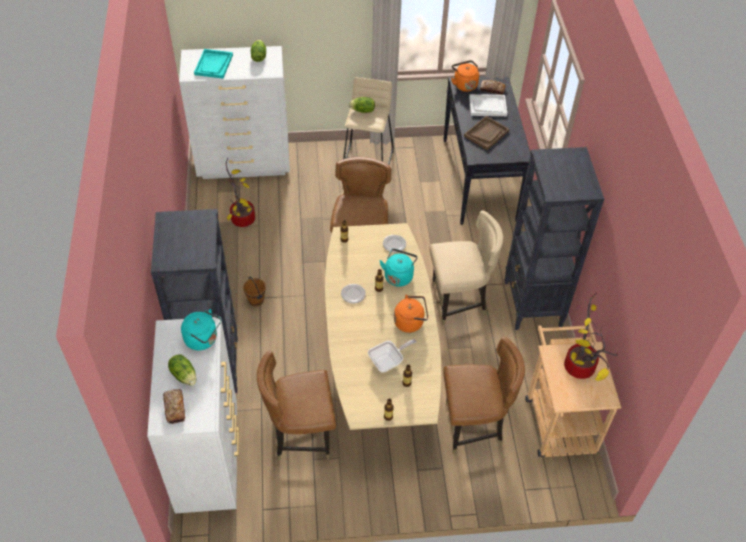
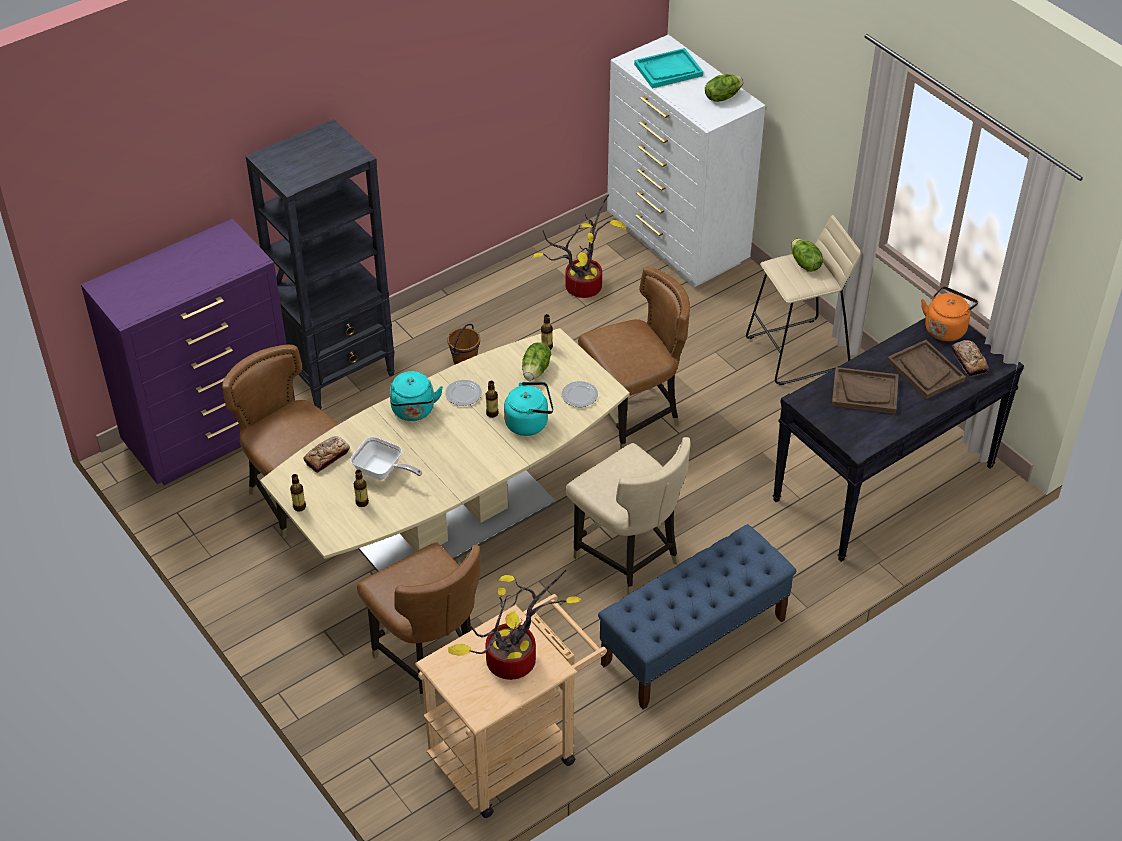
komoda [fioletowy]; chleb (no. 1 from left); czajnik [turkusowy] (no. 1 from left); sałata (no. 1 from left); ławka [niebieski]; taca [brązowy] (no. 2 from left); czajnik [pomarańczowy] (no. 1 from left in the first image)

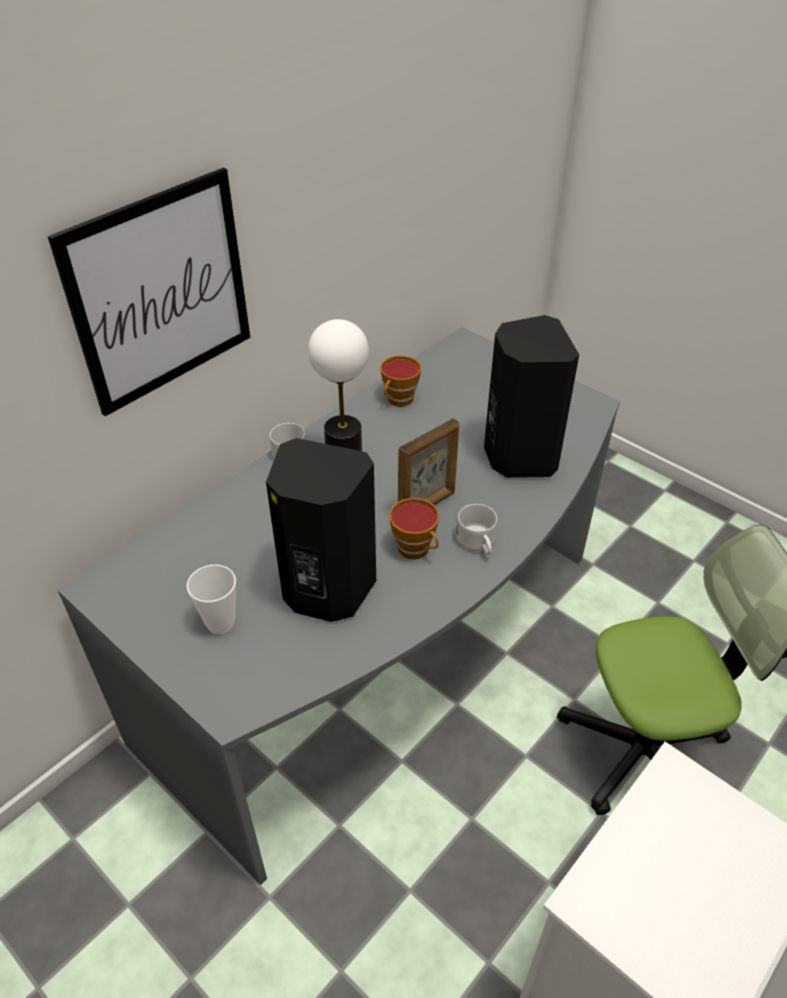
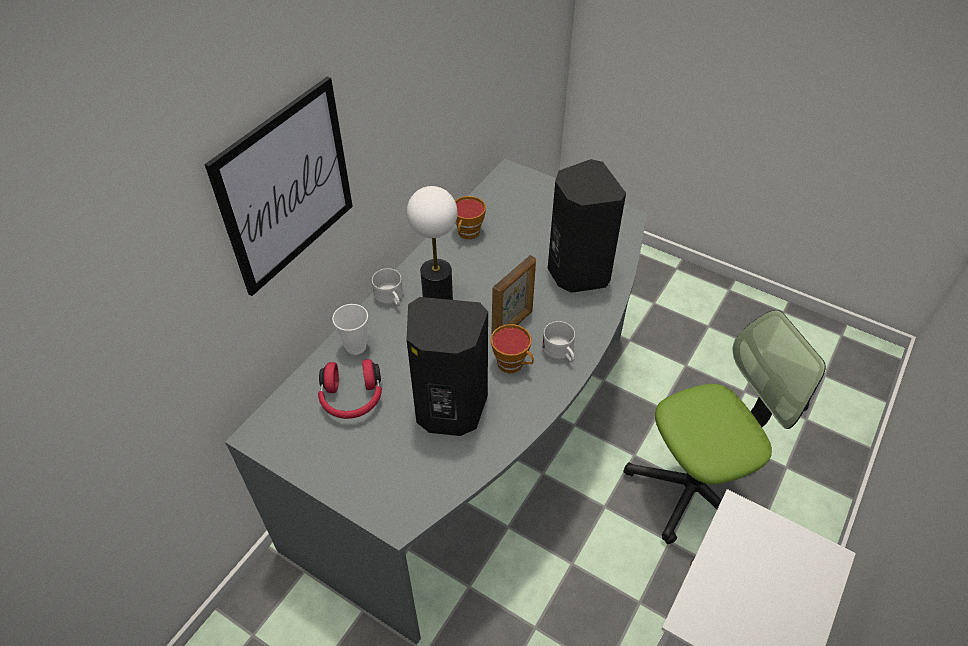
słuchawki [czerwony]; filiżanka (no. 1 from left)

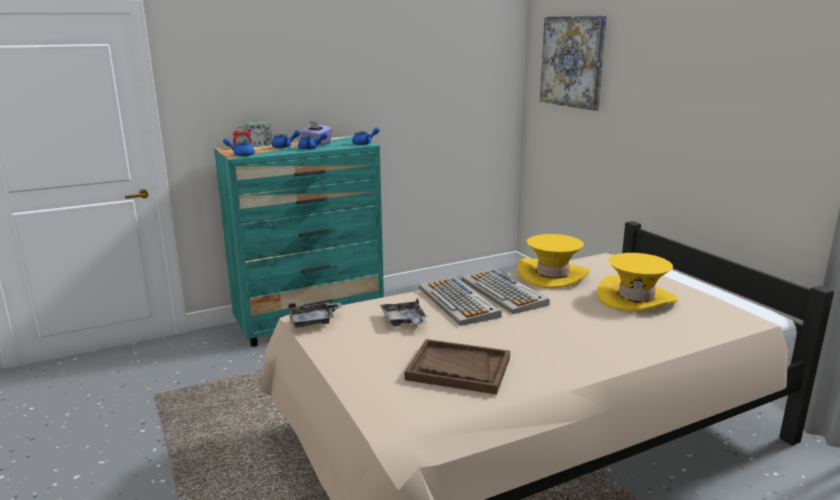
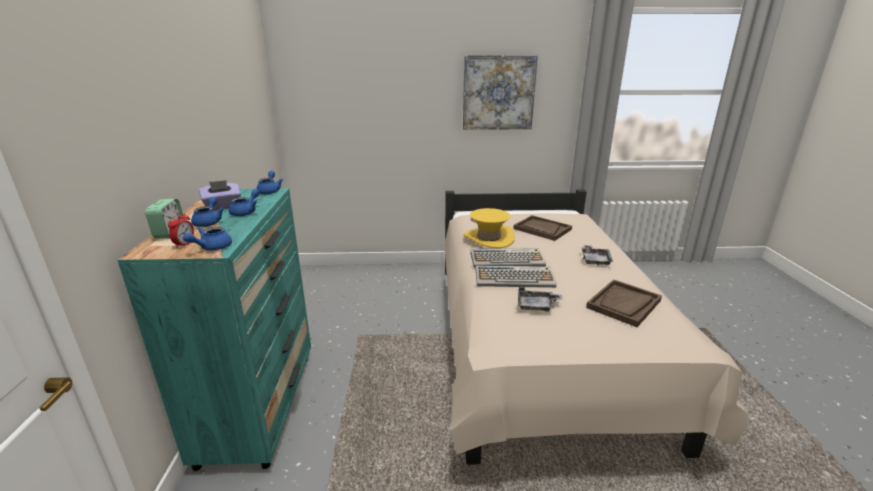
obraz; taca [brązowy] (no. 1 from left); taca [szary] (no. 2 from left)

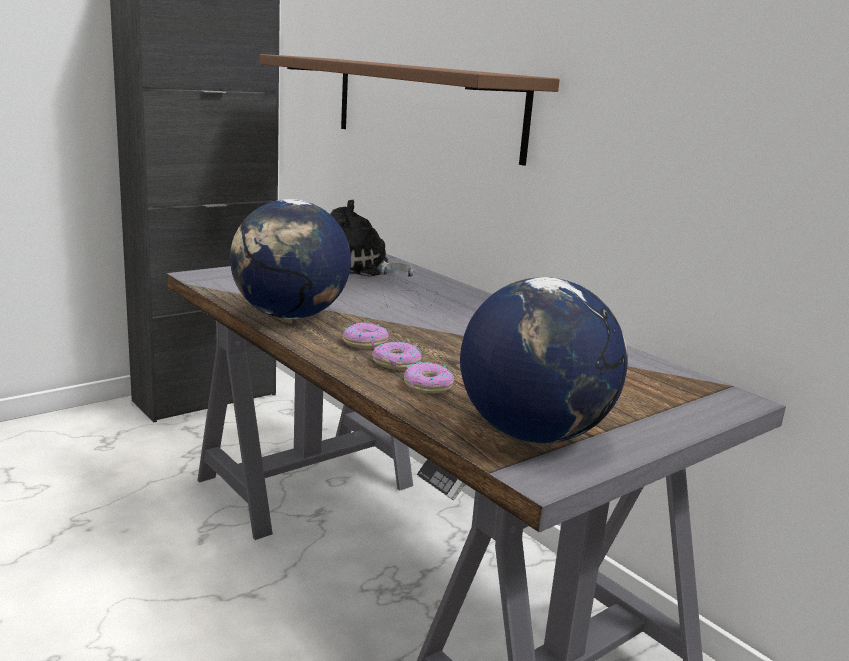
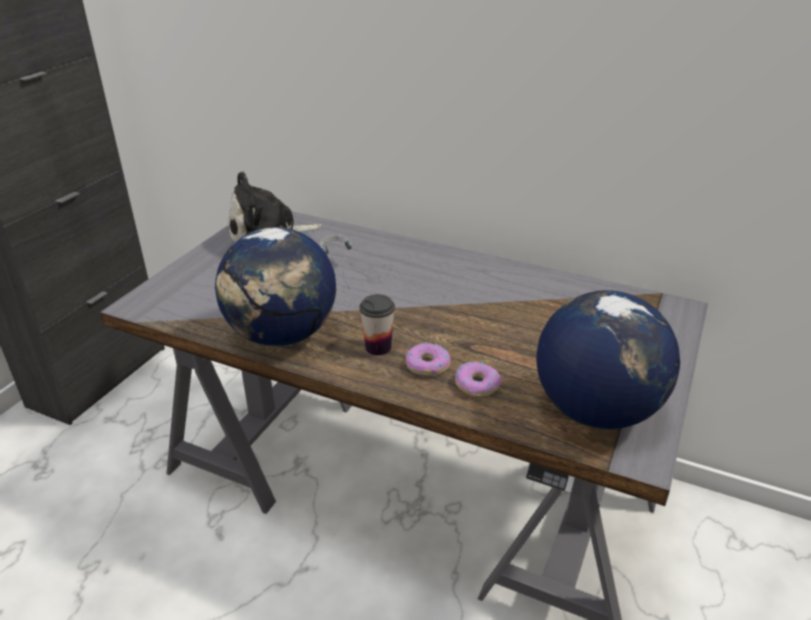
filiżanka; półka [brązowy]

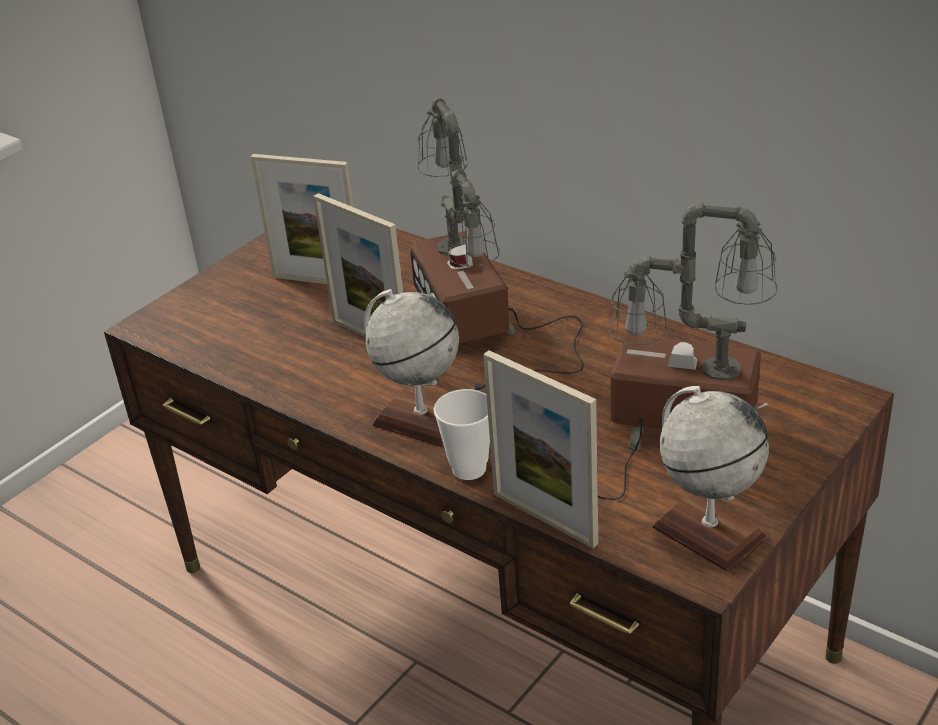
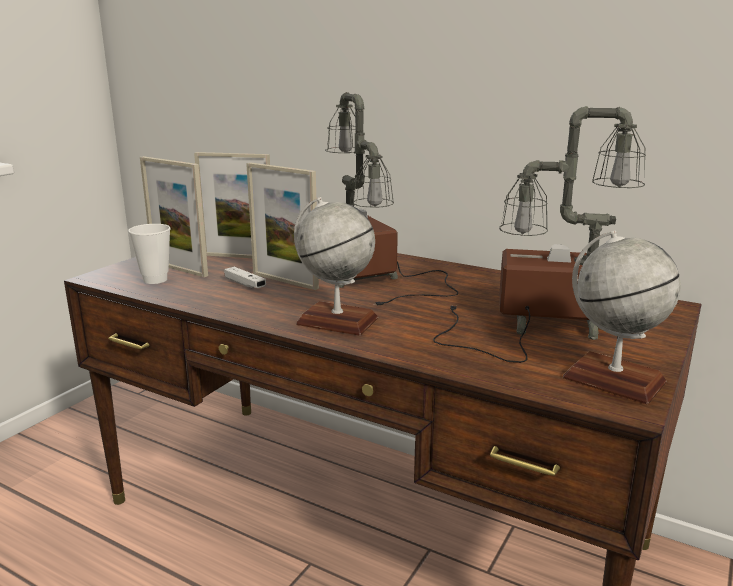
filiżanka; ramka na zdjęcie (no. 1 from left); pad do gier [biały]

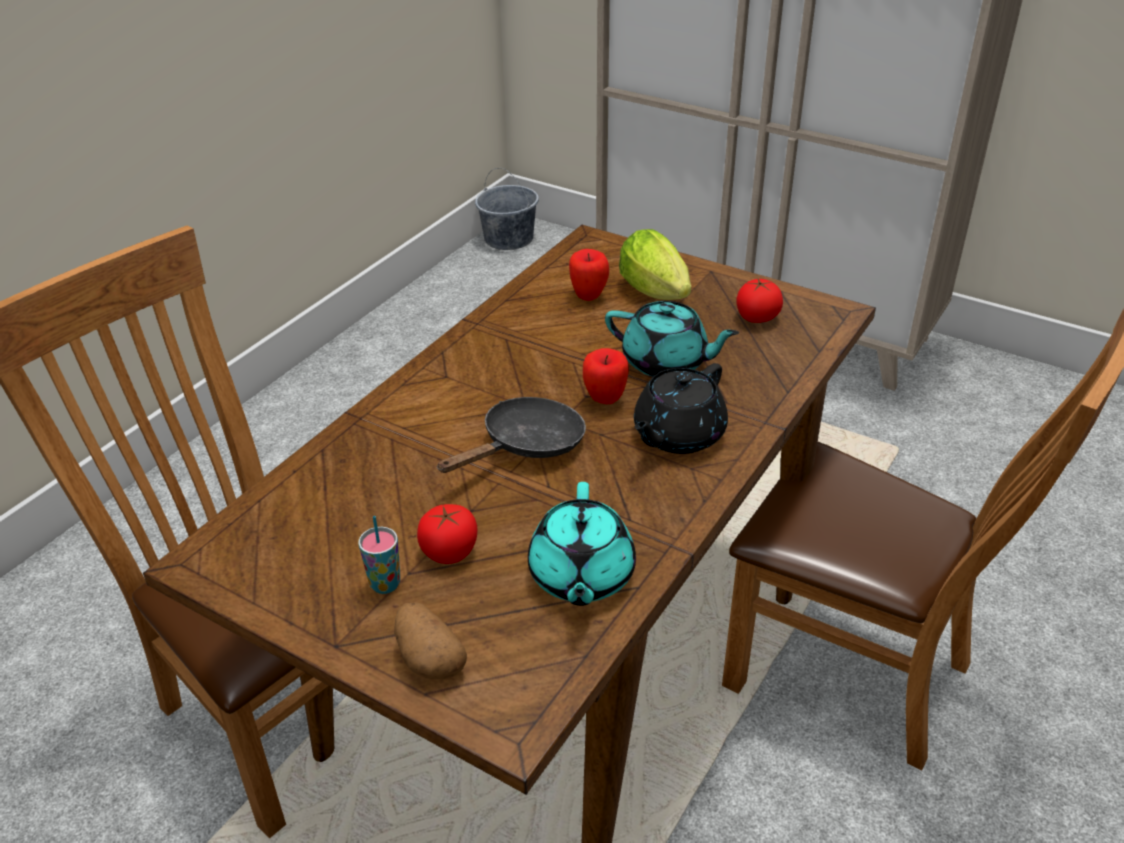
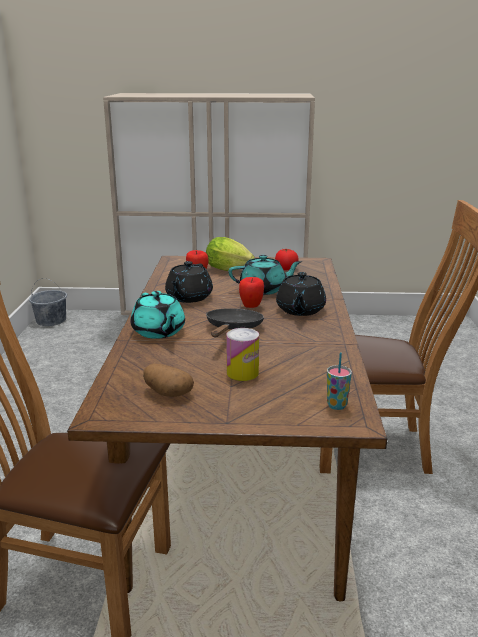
imbryk [turkusowy] (no. 1 from left); ziemniak; imbryk [czarny] (no. 1 from left); puszka; filiżanka

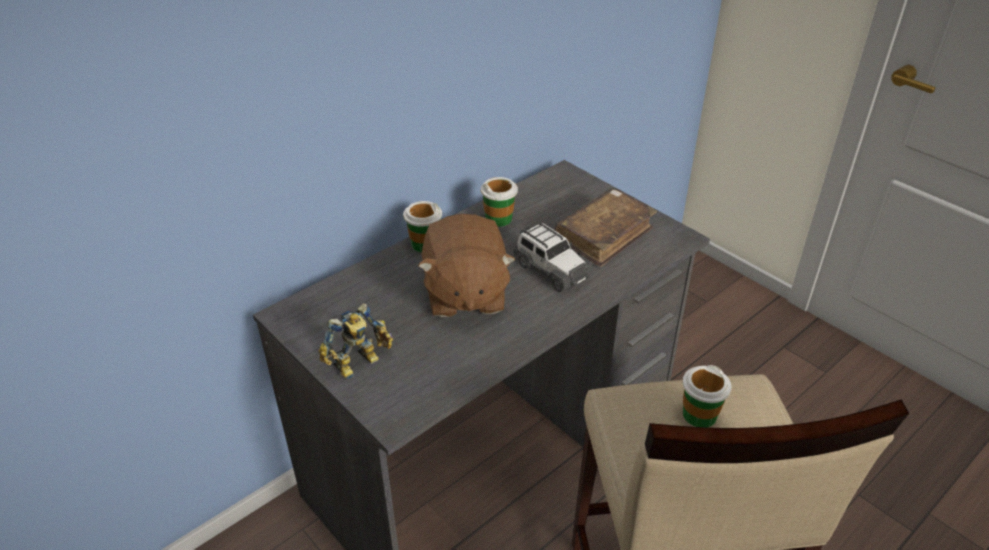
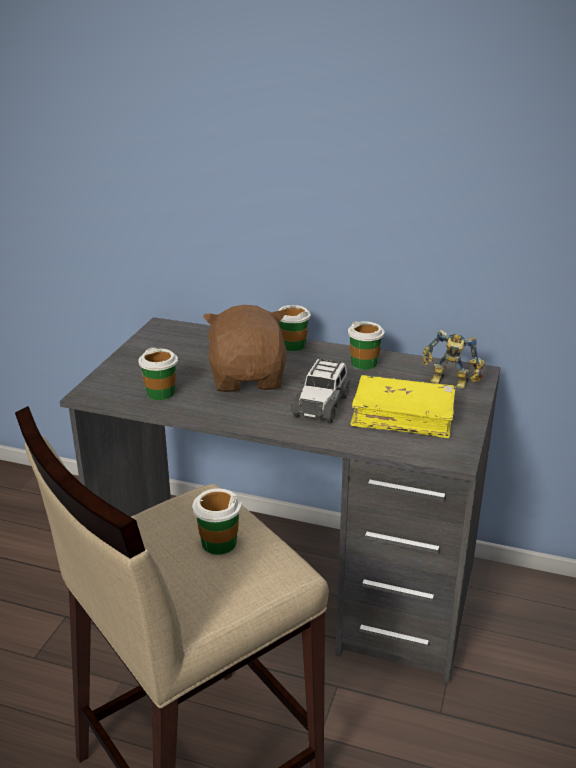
filiżanka (no. 1 from left); pluszak [brązowy]; książka [żółty]; robot zabawkowy

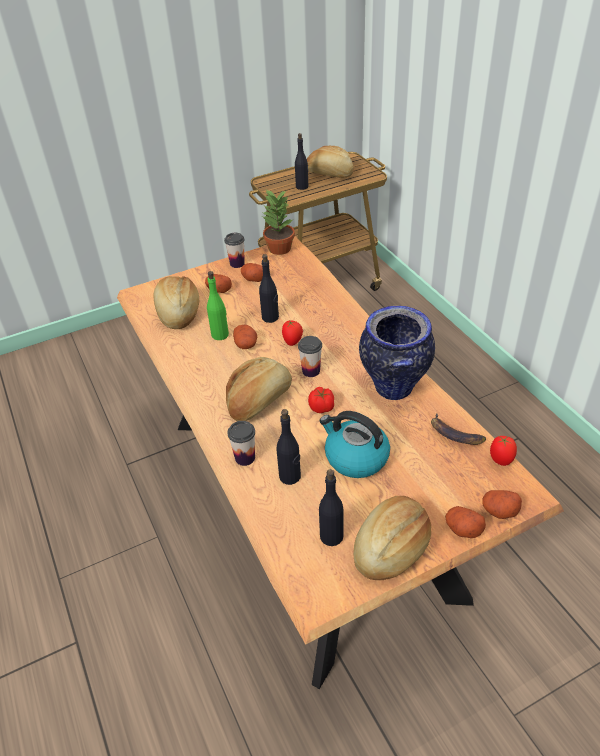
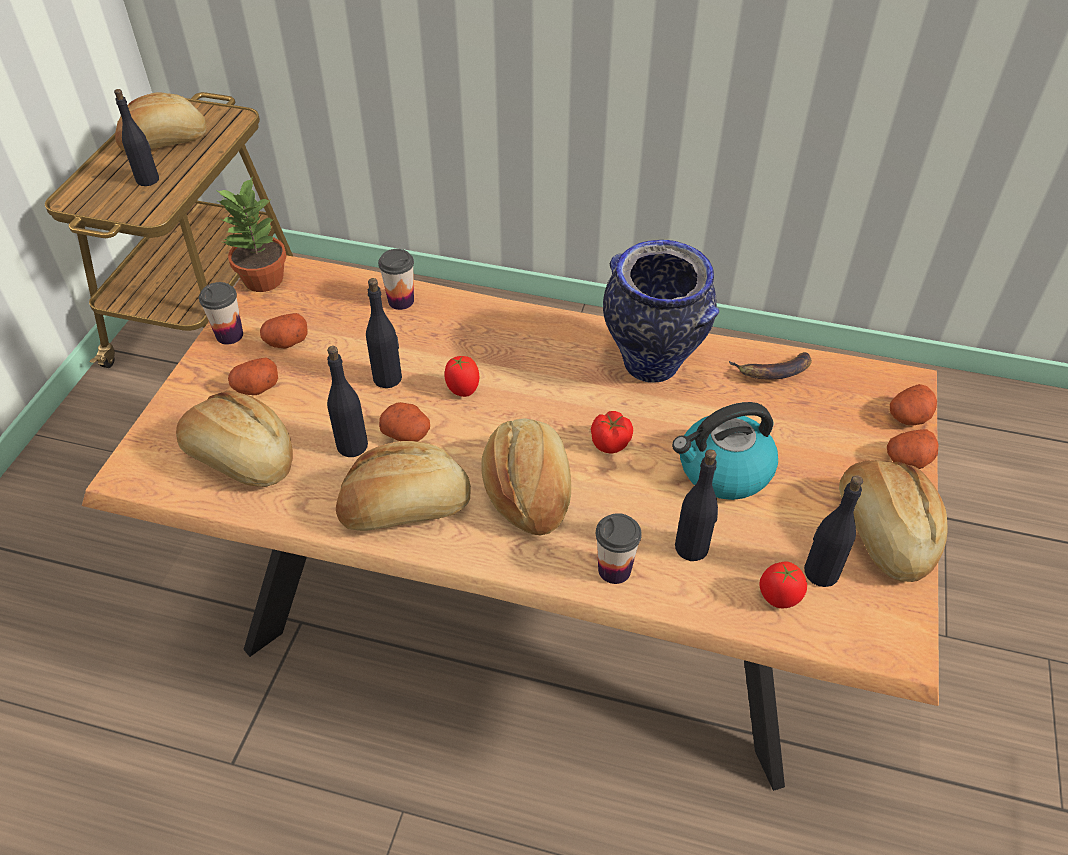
butelka [czarny] (no. 2 from left); chleb (no. 3 from left); filiżanka (no. 2 from left); pomidor (no. 3 from left)

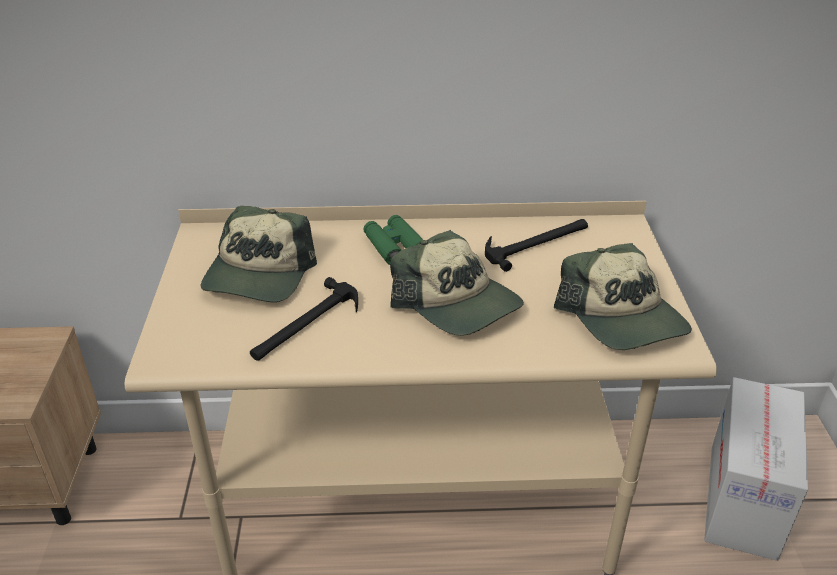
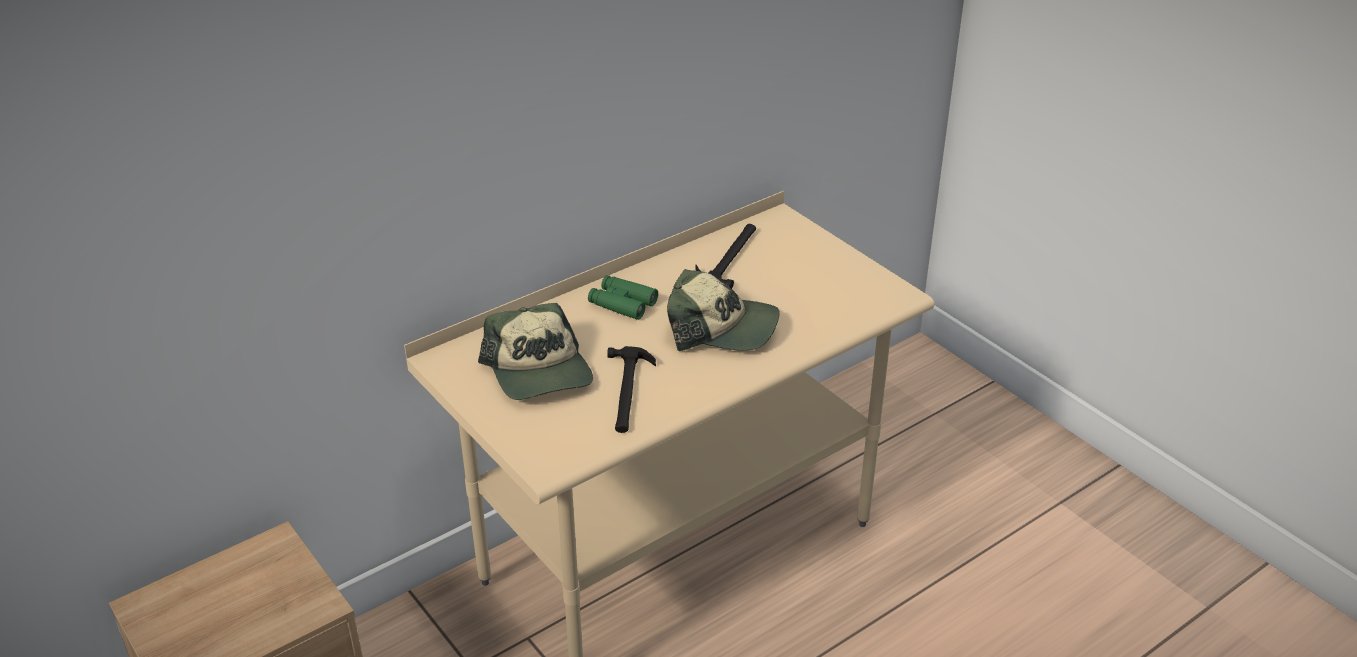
czapka z daszkiem (no. 3 from left in the first image); karton

